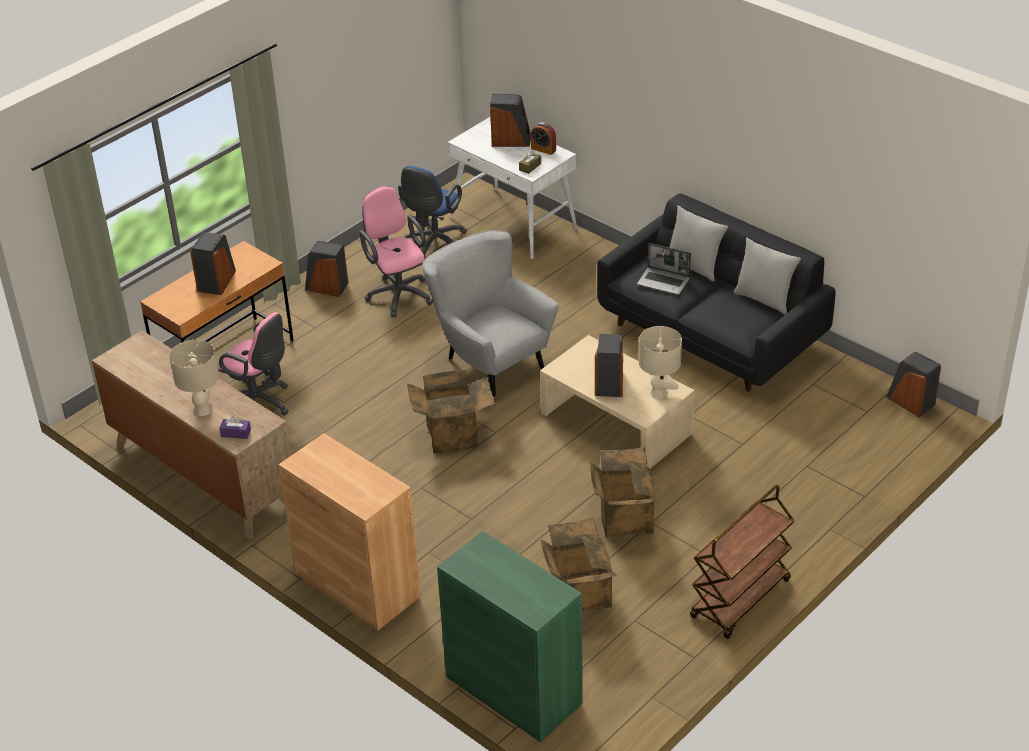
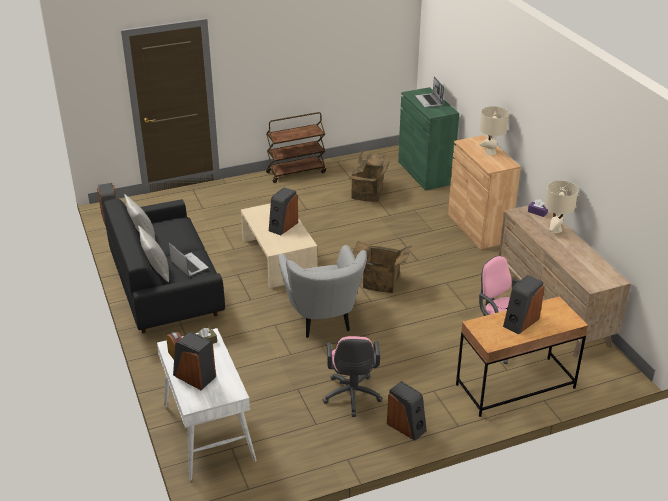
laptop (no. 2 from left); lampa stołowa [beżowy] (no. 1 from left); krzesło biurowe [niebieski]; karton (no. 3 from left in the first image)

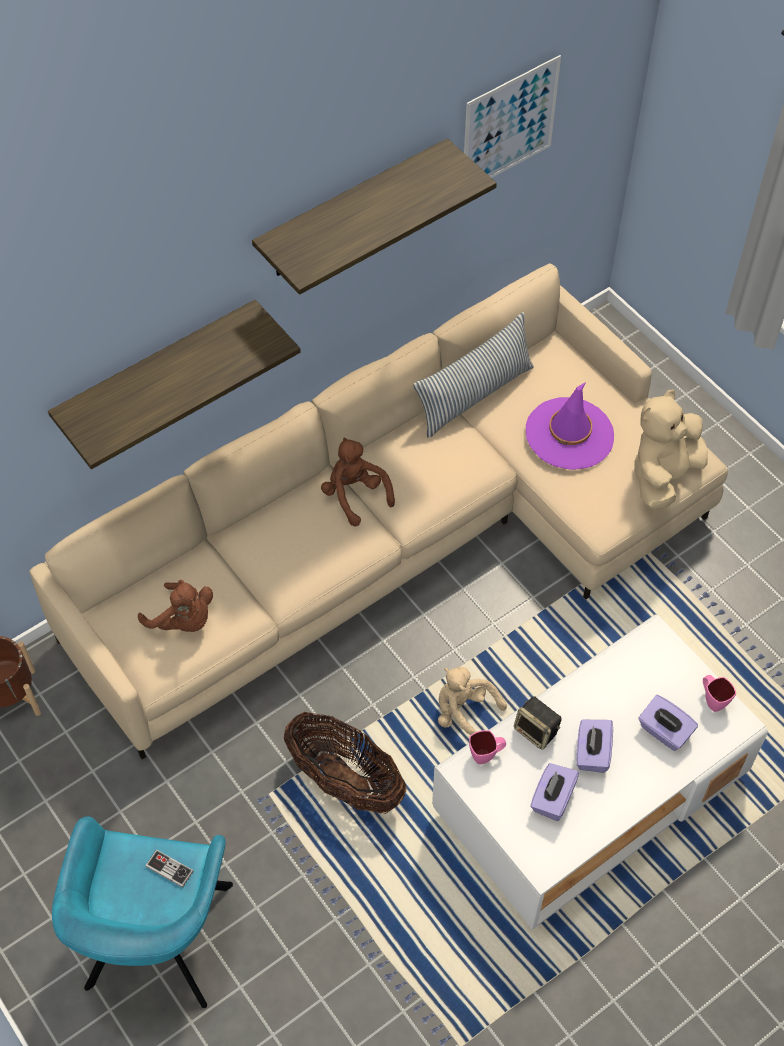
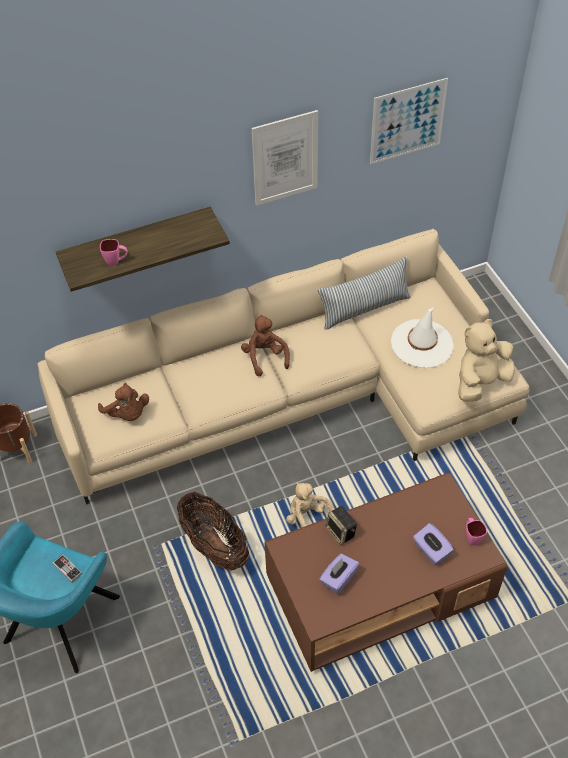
kubek [różowy] (no. 1 from left); obraz (no. 1 from left); ława [brązowy]; kapelusz [biały]; pudełko chusteczek [fioletowy] (no. 2 from left in the first image)

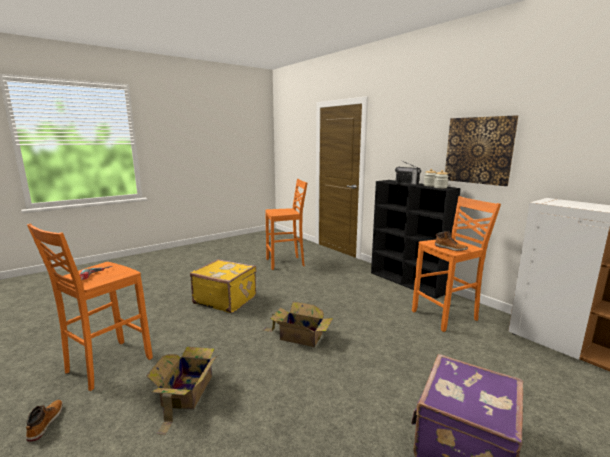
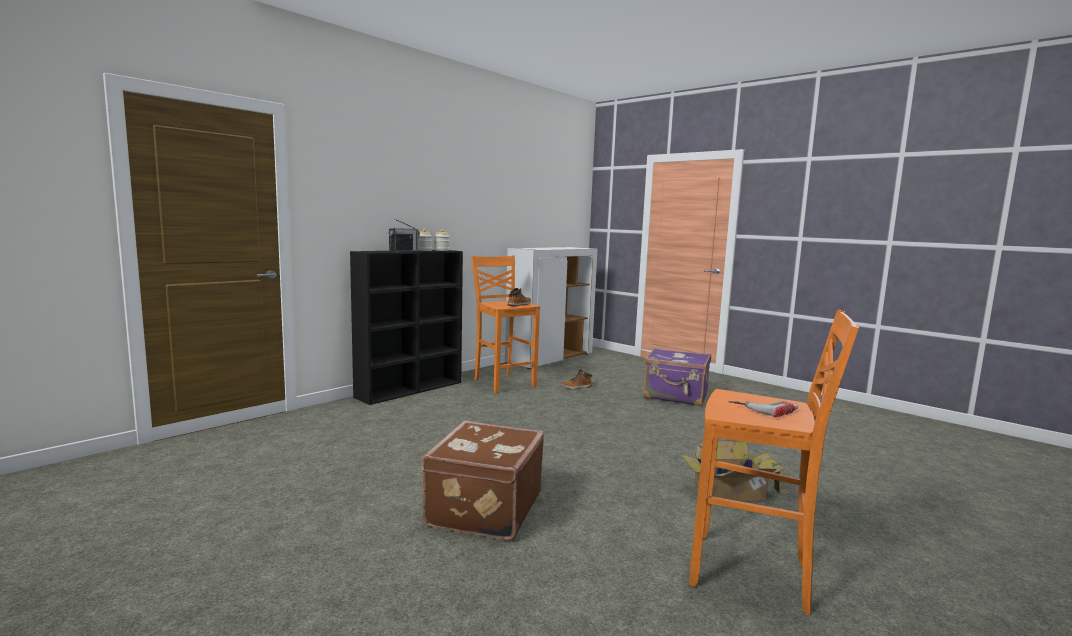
walizka [brązowy]; but z cholewką (no. 2 from left); karton (no. 2 from left in the first image); stołek [pomarańczowy] (no. 2 from left in the first image); obraz

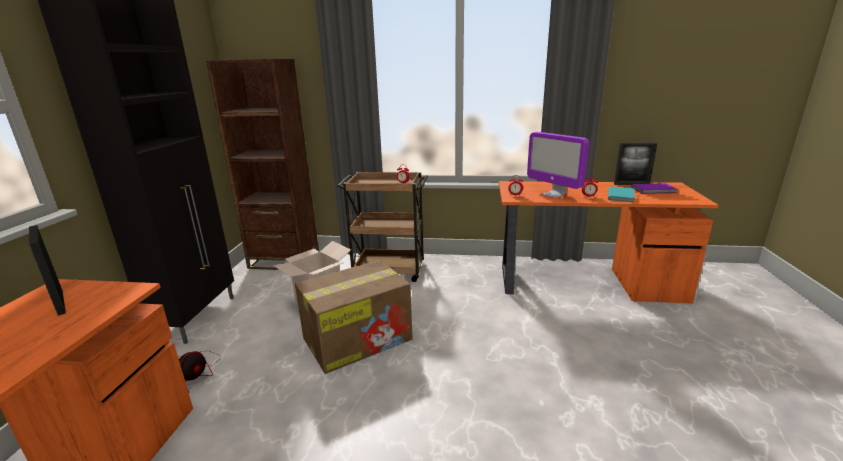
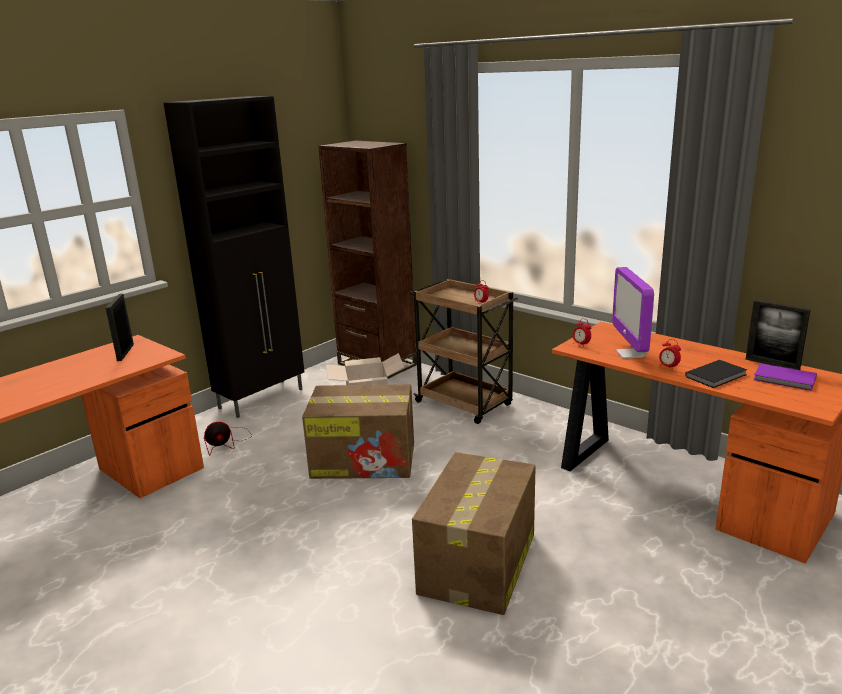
karton (no. 3 from left); książka [czarny]

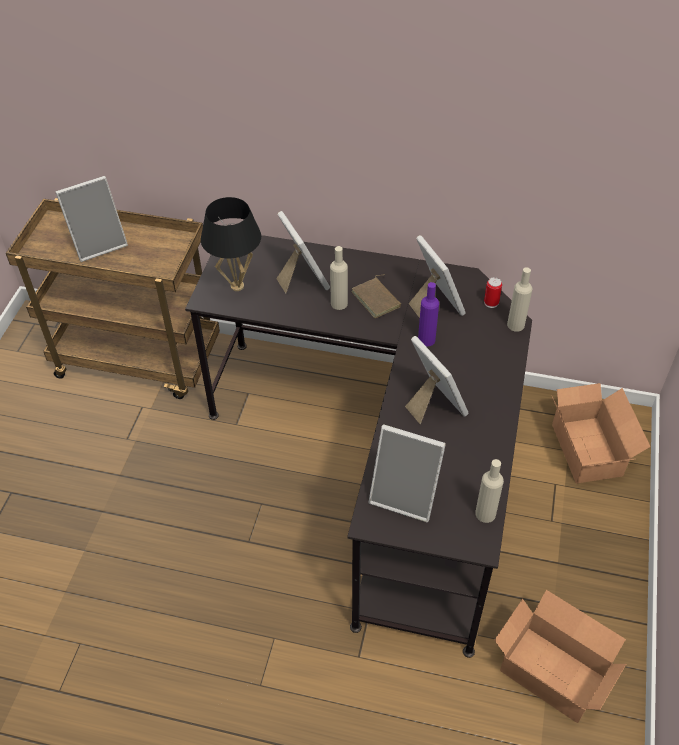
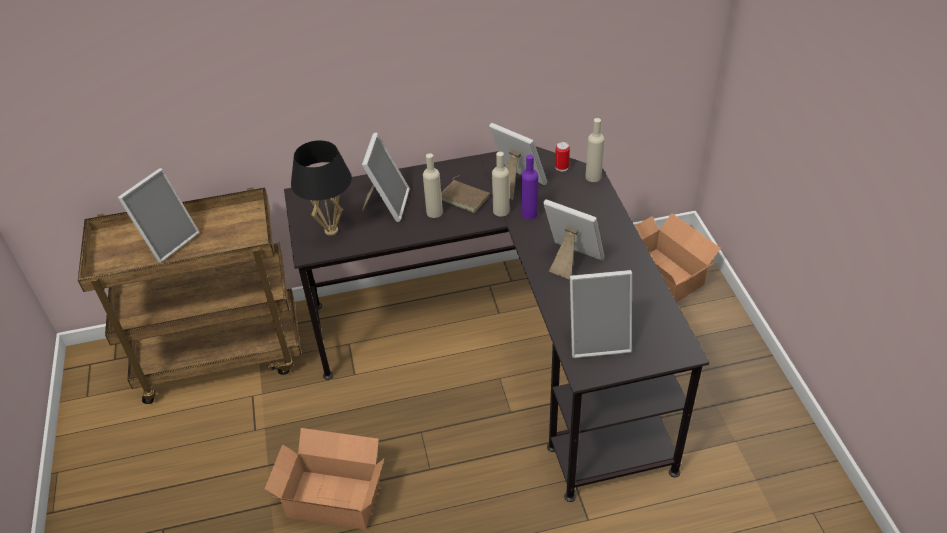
karton (no. 1 from left); ramka na zdjęcie (no. 2 from left); butelka [beżowy] (no. 2 from left)

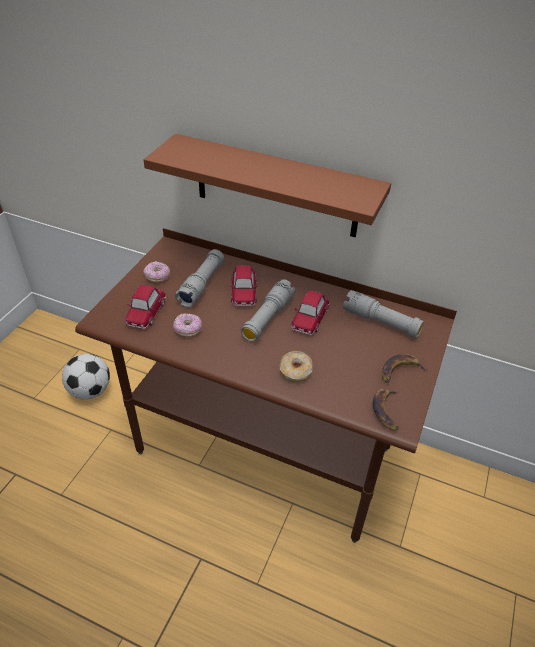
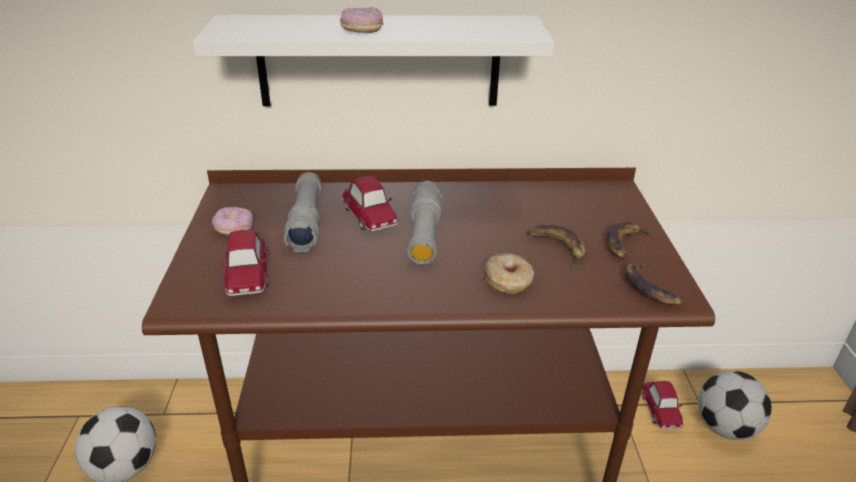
półka [biały]; donut (no. 2 from left); banan (no. 1 from left); samochodzik (no. 3 from left); piłka futbolowa (no. 2 from left); latarka [szary] (no. 3 from left in the first image)

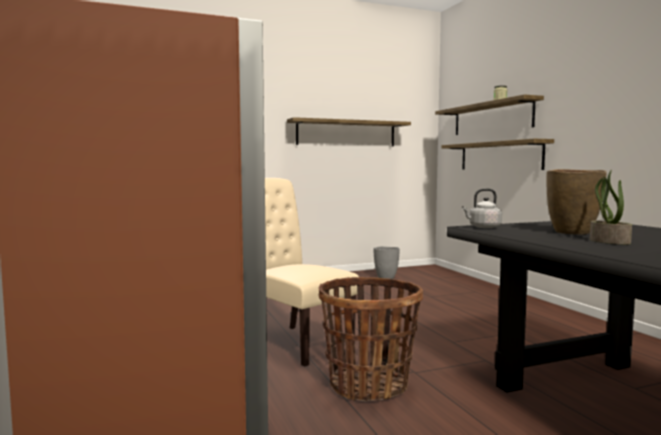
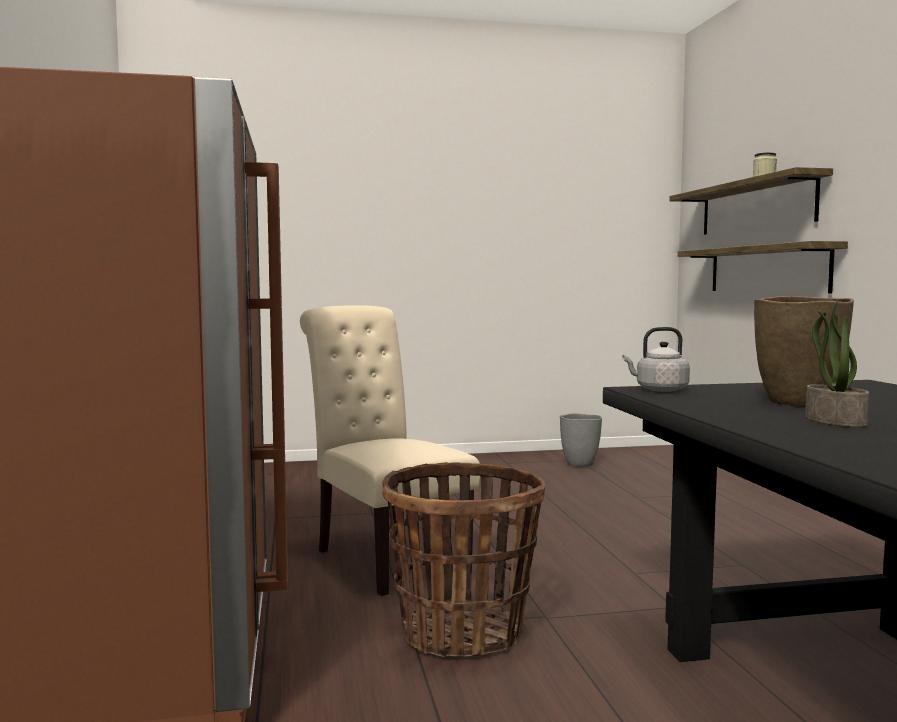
półka (no. 1 from left in the first image)

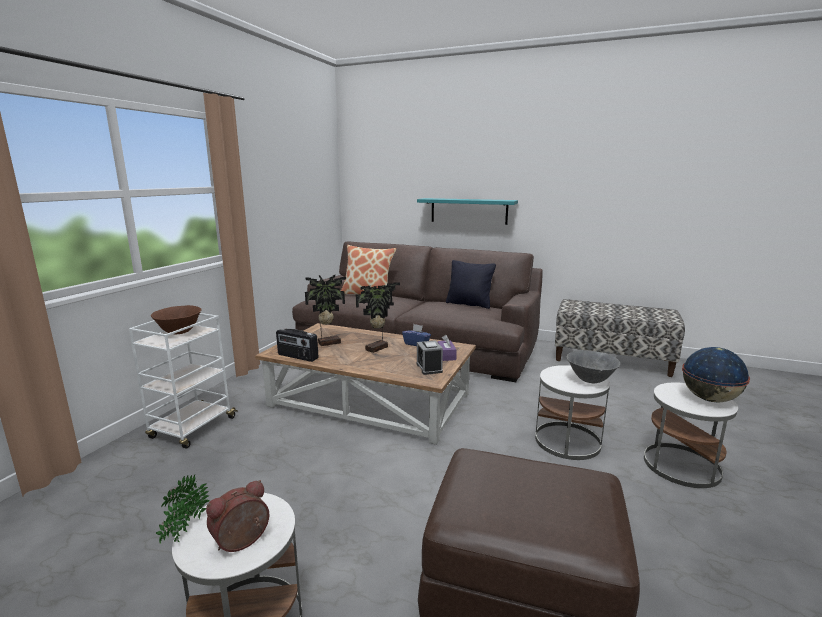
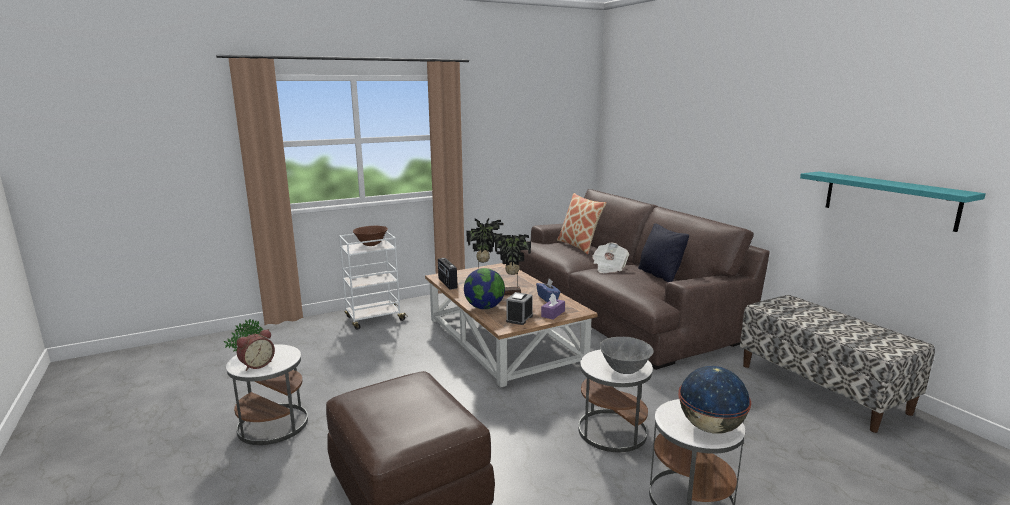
budzik (no. 1 from left); globus (no. 1 from left); gazeta; półka [turkusowy]

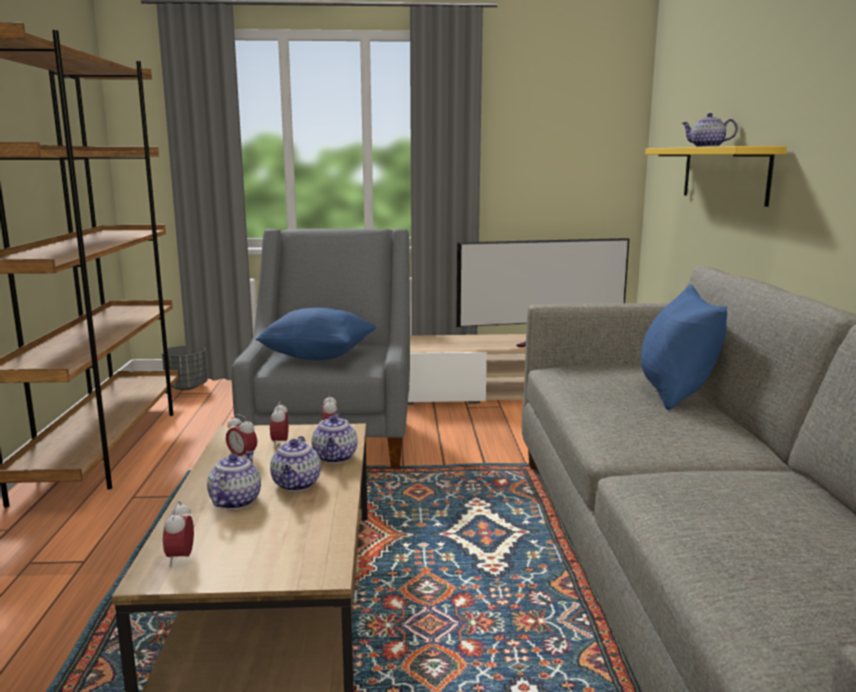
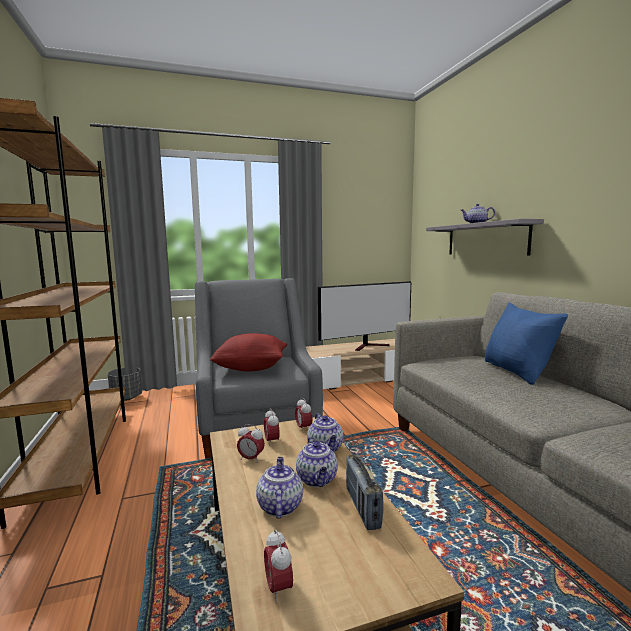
poduszka [czerwony]; radio; półka [szary]

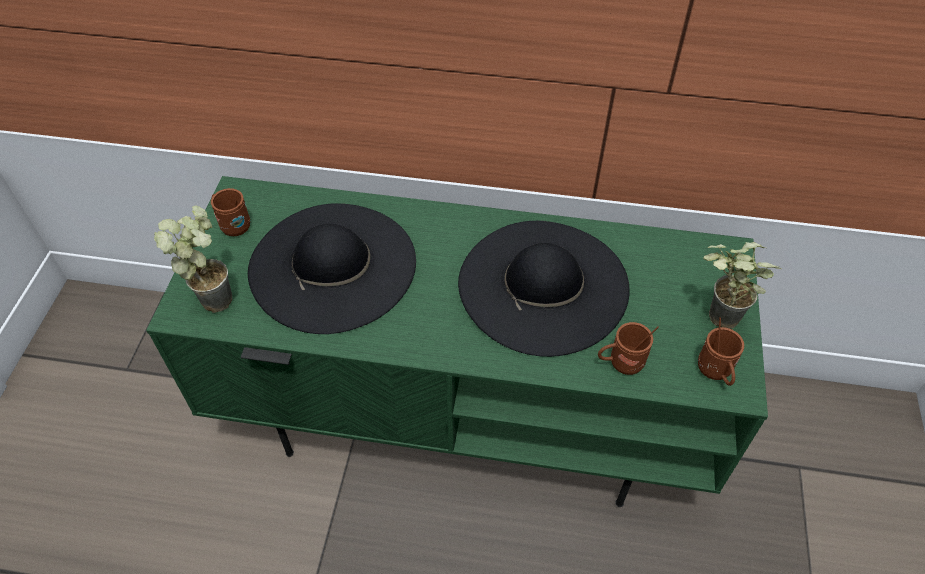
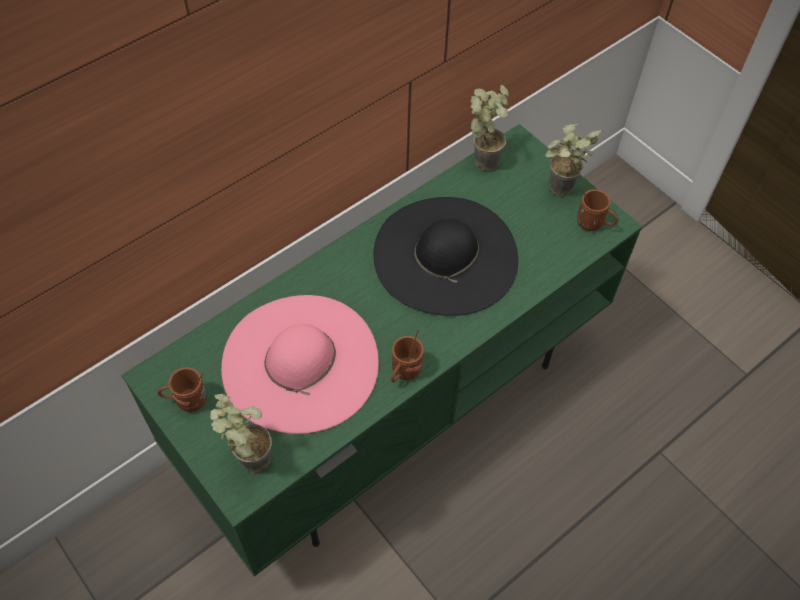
kapelusz [różowy]; kubek [brązowy] (no. 2 from left); roślina doniczkowa (no. 2 from left)

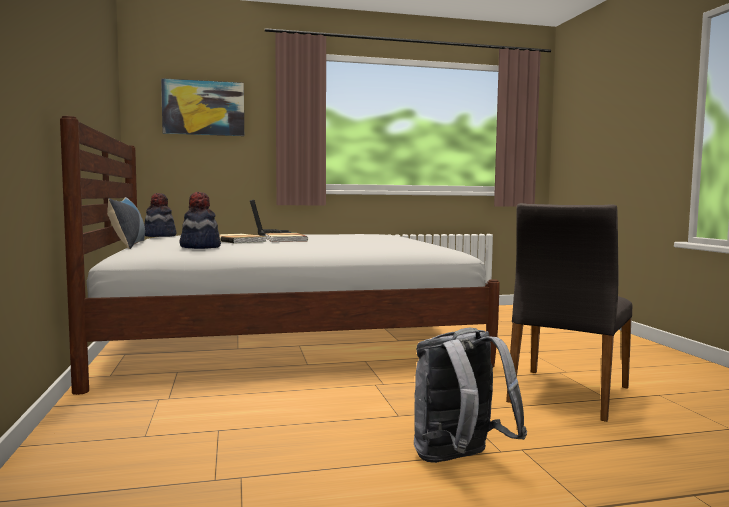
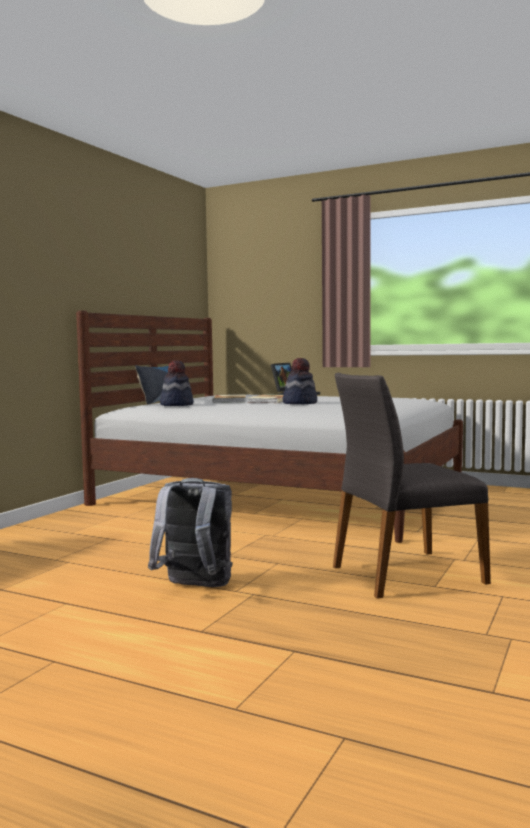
kapelusz (no. 2 from left); obraz

